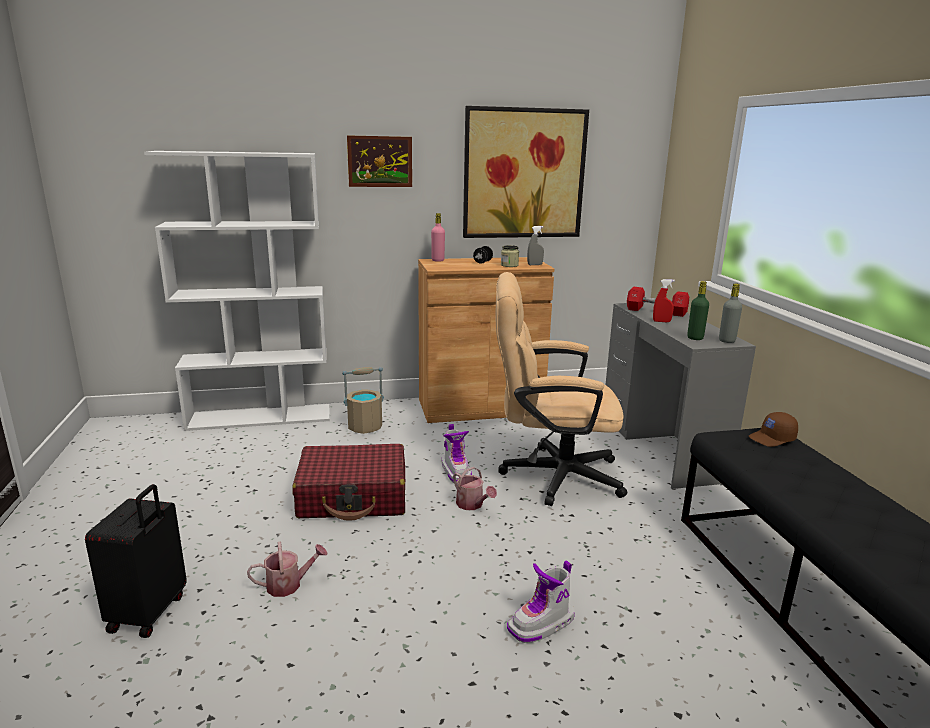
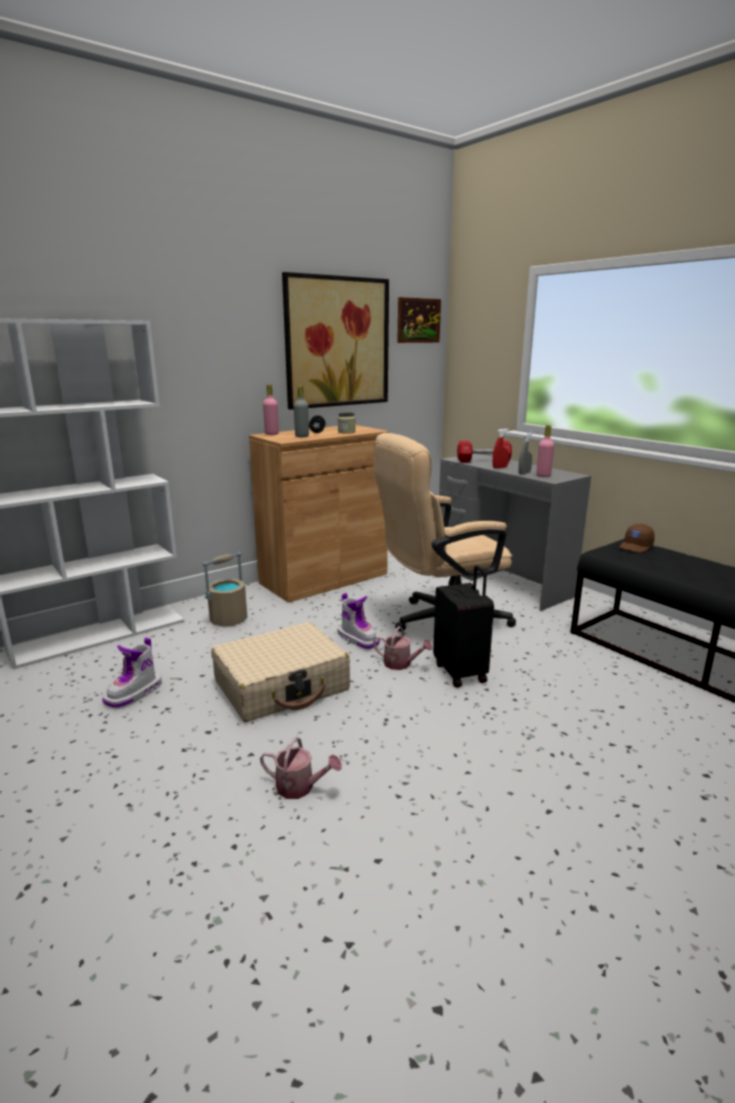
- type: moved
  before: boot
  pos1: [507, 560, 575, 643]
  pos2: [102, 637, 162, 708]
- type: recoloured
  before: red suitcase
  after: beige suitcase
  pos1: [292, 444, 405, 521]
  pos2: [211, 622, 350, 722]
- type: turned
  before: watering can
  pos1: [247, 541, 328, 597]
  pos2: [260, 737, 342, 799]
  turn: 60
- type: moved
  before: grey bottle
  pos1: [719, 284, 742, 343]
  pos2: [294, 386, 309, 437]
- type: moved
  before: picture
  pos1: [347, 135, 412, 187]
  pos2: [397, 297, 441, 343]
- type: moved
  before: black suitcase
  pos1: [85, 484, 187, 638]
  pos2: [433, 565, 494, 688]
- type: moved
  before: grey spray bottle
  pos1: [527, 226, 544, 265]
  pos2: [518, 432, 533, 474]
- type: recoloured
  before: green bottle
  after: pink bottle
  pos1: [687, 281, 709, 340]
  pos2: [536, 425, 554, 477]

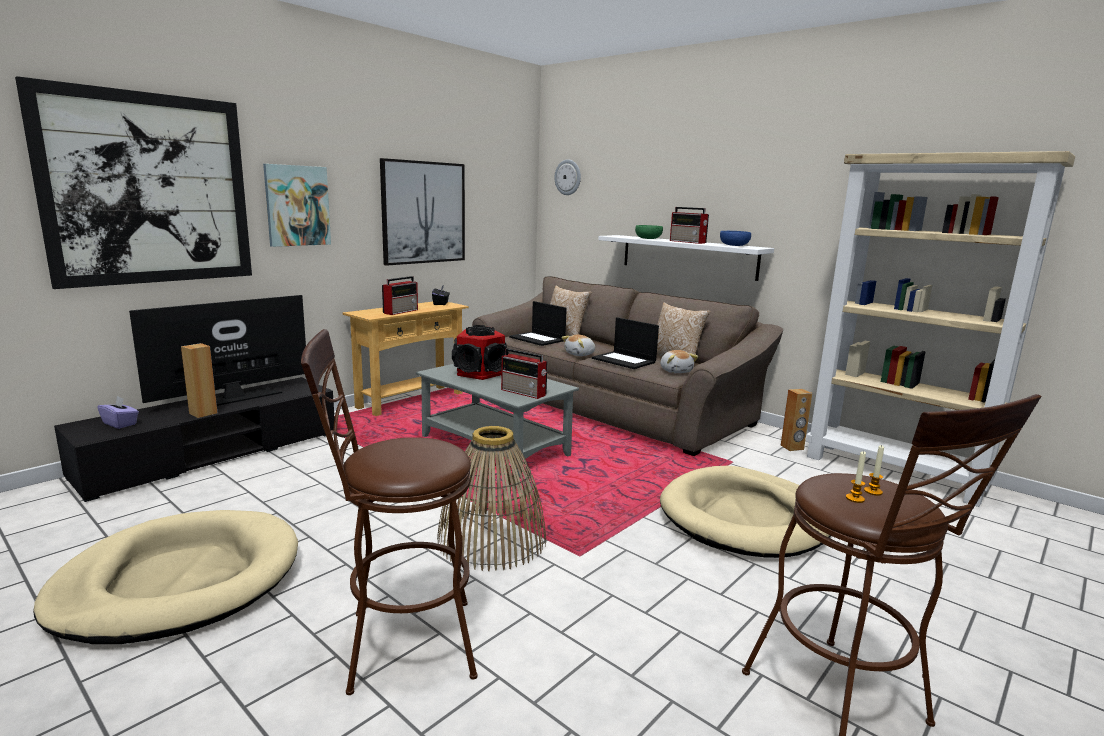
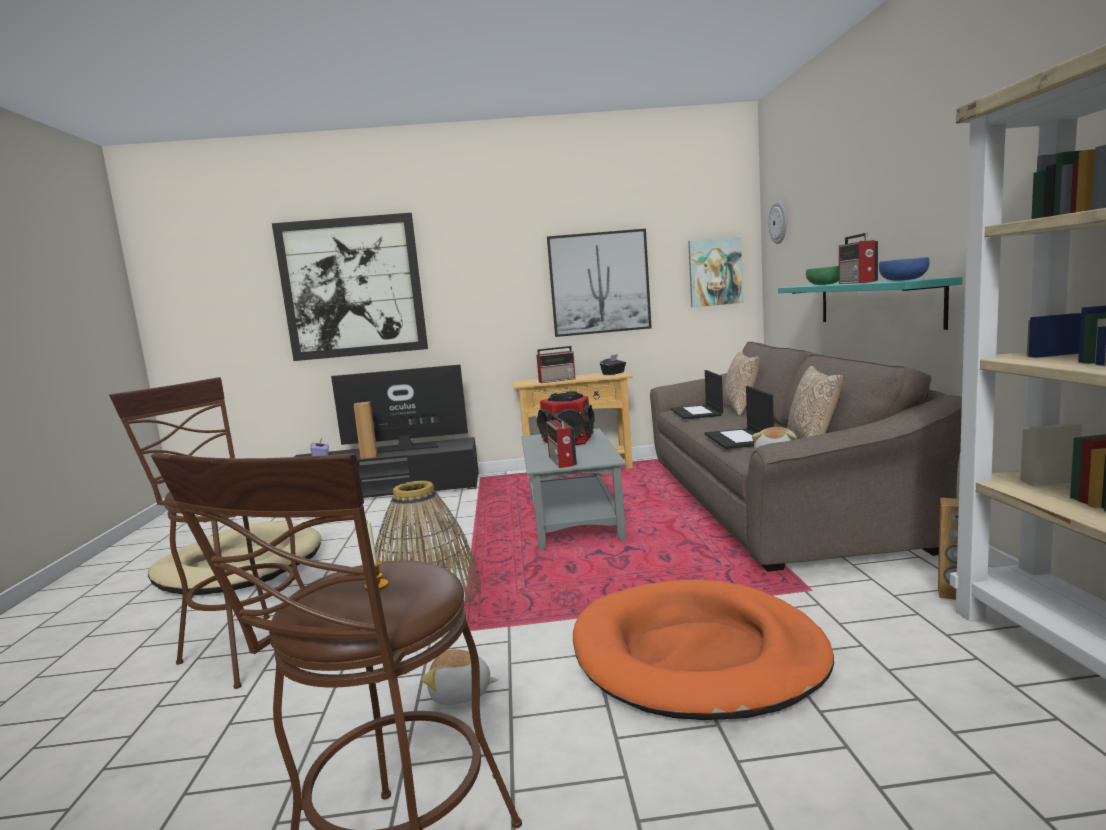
- type: moved
  before: plush toy
  pos1: [562, 335, 595, 356]
  pos2: [422, 649, 498, 705]
- type: recoloured
  before: beige dog bed
  after: orange dog bed
  pos1: [660, 466, 831, 558]
  pos2: [573, 579, 834, 720]
- type: moved
  before: picture
  pos1: [263, 164, 331, 247]
  pos2: [688, 237, 743, 307]
- type: recoloured
  before: white shelf
  after: turquoise shelf
  pos1: [598, 235, 774, 281]
  pos2: [778, 277, 963, 330]
- type: removed
  before: candle
  pos1: [846, 451, 866, 503]

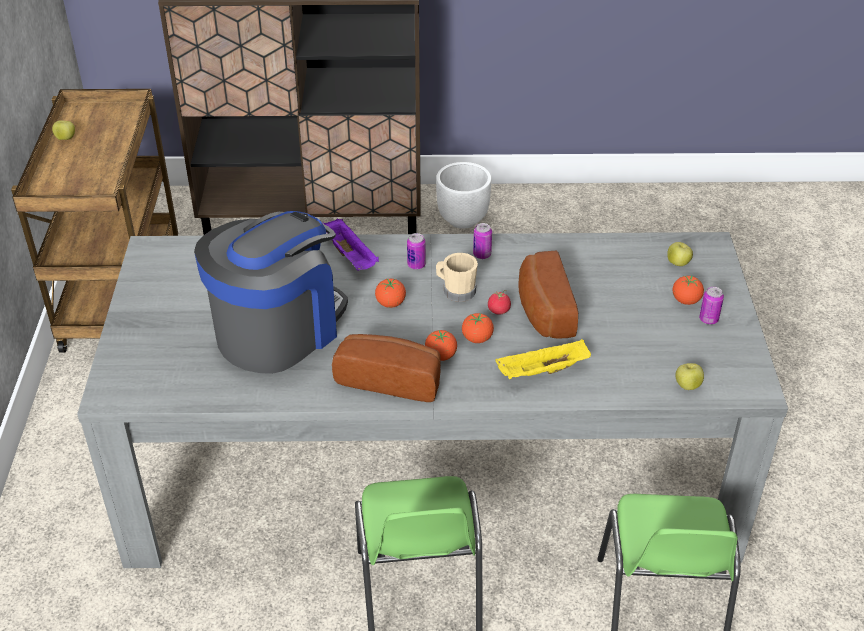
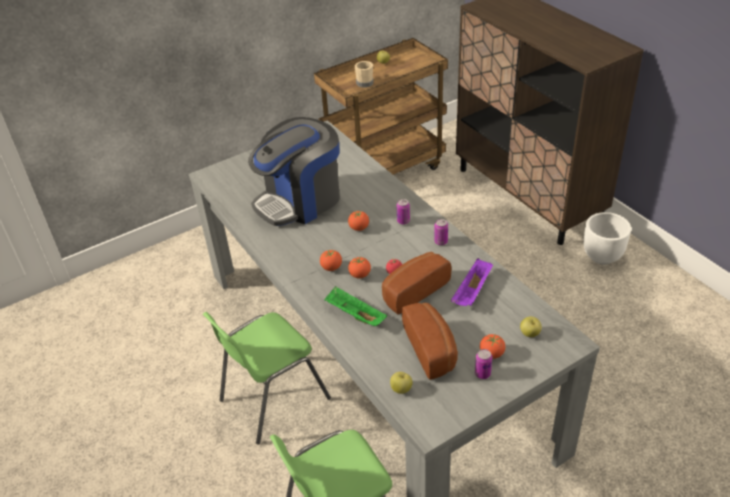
- type: turned
  before: coffee machine
  pos1: [194, 211, 348, 374]
  pos2: [248, 117, 340, 226]
  turn: 135
- type: recoloured
  before: yellow tray
  after: green tray
  pos1: [496, 339, 591, 379]
  pos2: [324, 286, 387, 326]
- type: moved
  before: beige mug
  pos1: [436, 253, 478, 302]
  pos2: [355, 61, 374, 88]
- type: moved
  before: bread
  pos1: [332, 334, 441, 402]
  pos2: [402, 303, 458, 380]
- type: moved
  before: purple tray
  pos1: [323, 219, 379, 270]
  pos2: [451, 258, 493, 306]

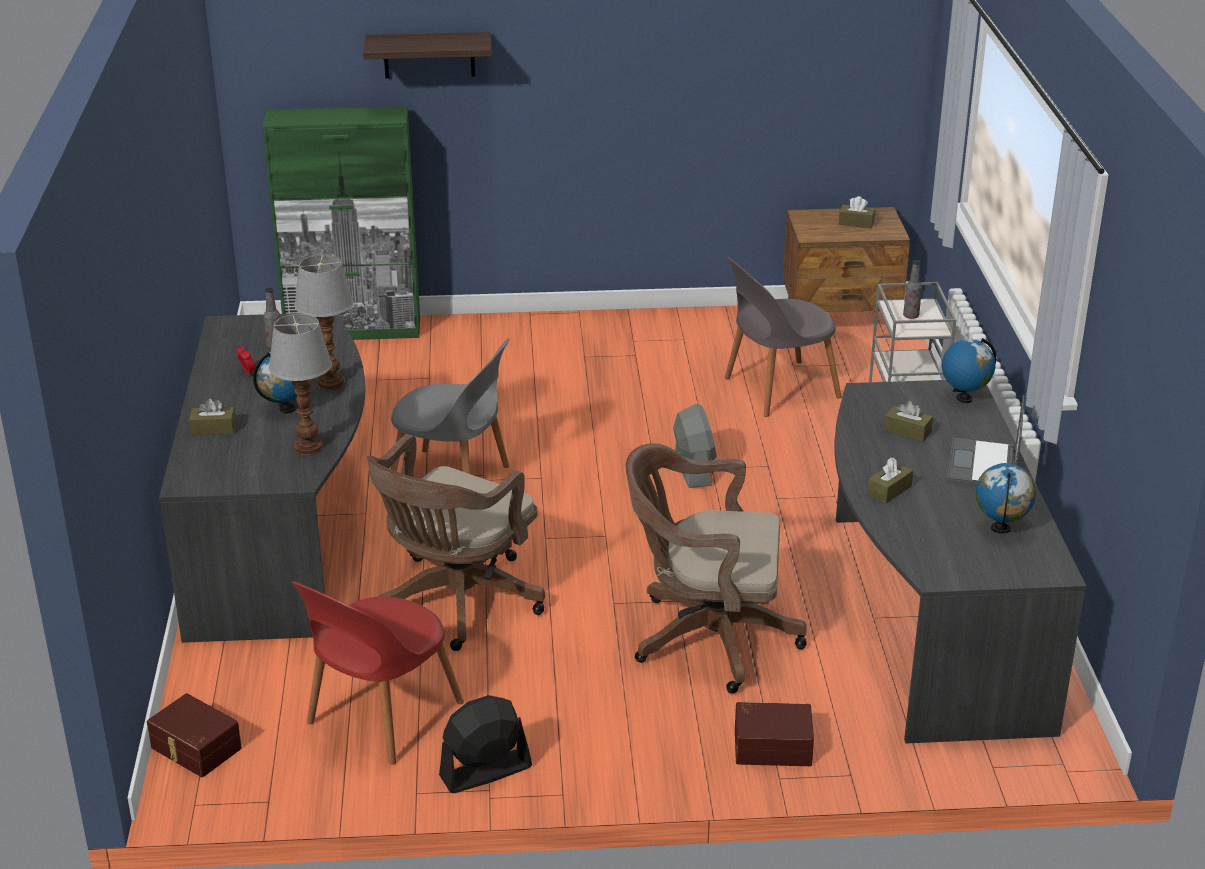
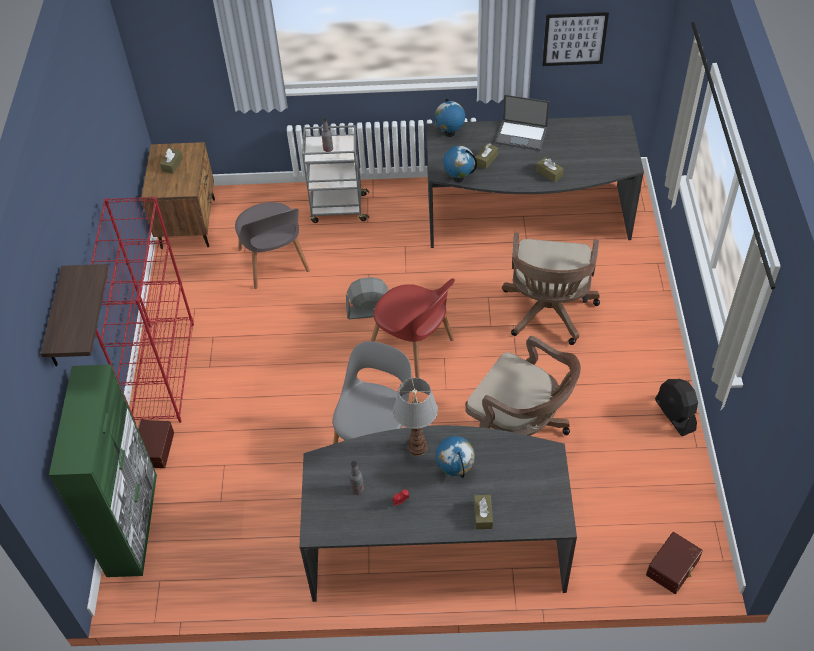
- type: added
  after: red bookcase
  pos2: [91, 196, 194, 424]
- type: moved
  before: brown storage box
  pos1: [735, 702, 814, 766]
  pos2: [138, 420, 174, 468]
- type: moved
  before: red chair
  pos1: [292, 581, 464, 765]
  pos2: [371, 278, 455, 378]
- type: moved
  before: globe
  pos1: [976, 463, 1036, 534]
  pos2: [443, 146, 477, 183]
- type: added
  after: picture
  pos2: [542, 12, 609, 66]
- type: removed
  before: table lamp
  pos1: [269, 314, 332, 456]

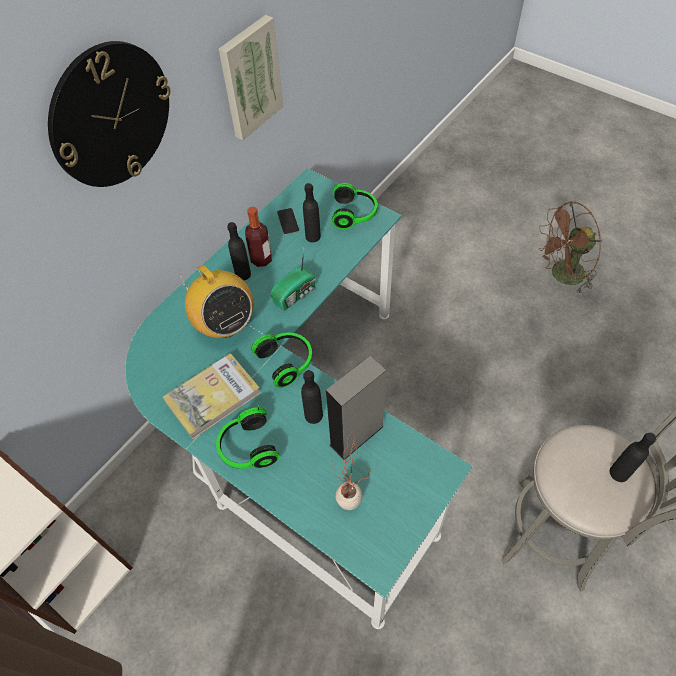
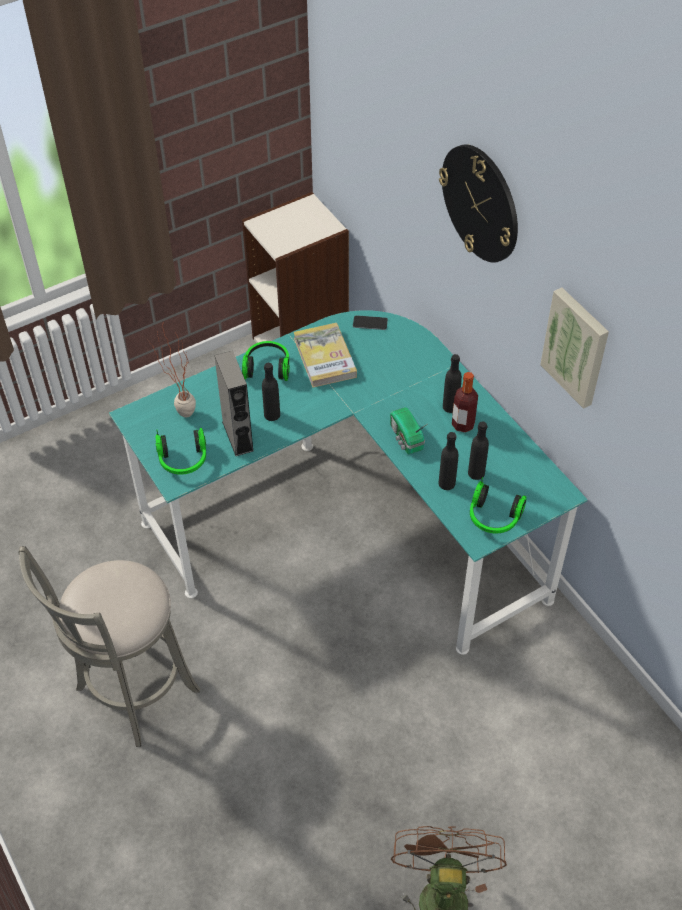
- type: moved
  before: headphones
  pos1: [251, 333, 312, 388]
  pos2: [155, 428, 206, 475]
- type: moved
  before: phone
  pos1: [277, 208, 299, 235]
  pos2: [353, 315, 388, 330]
- type: moved
  before: black bottle
  pos1: [610, 433, 656, 482]
  pos2: [438, 432, 458, 490]
- type: removed
  before: radio
  pos1: [179, 265, 254, 338]

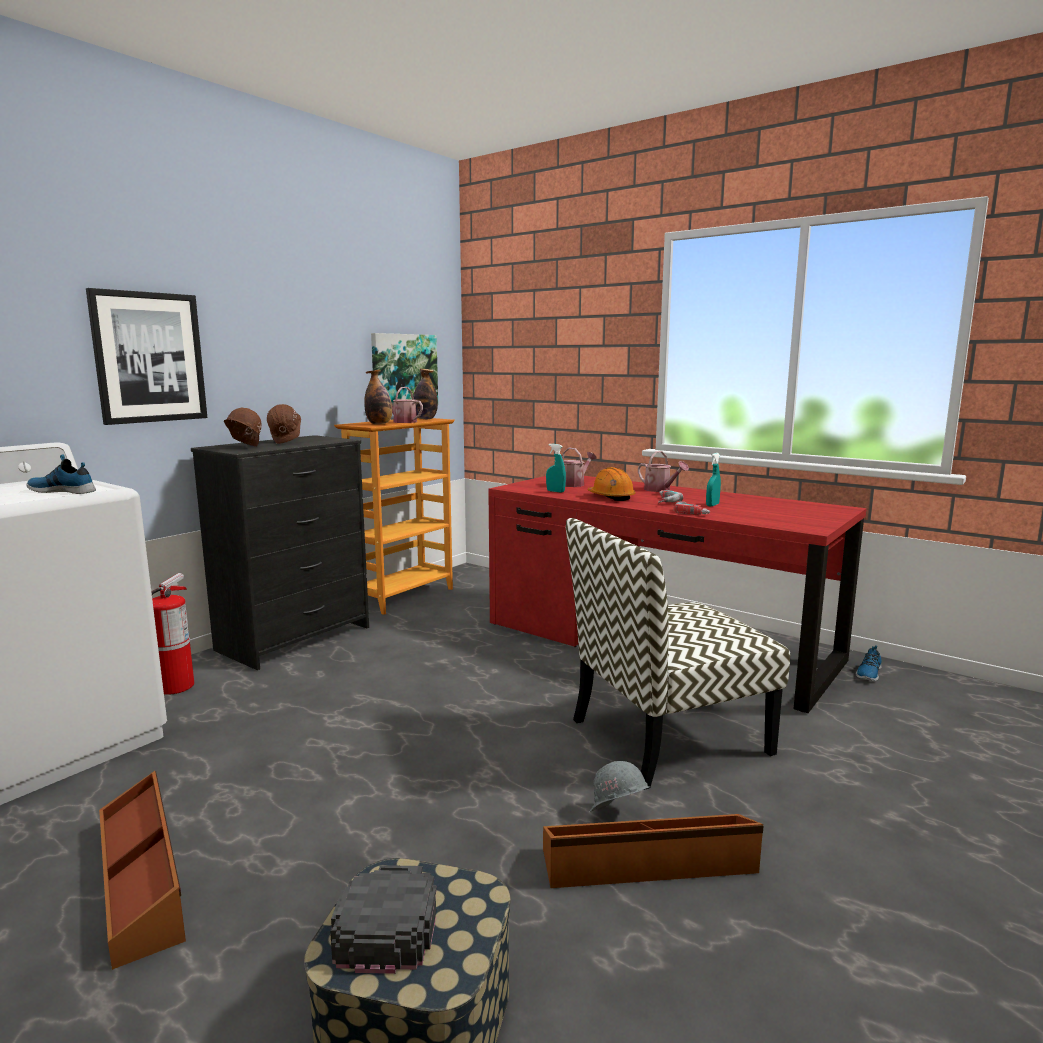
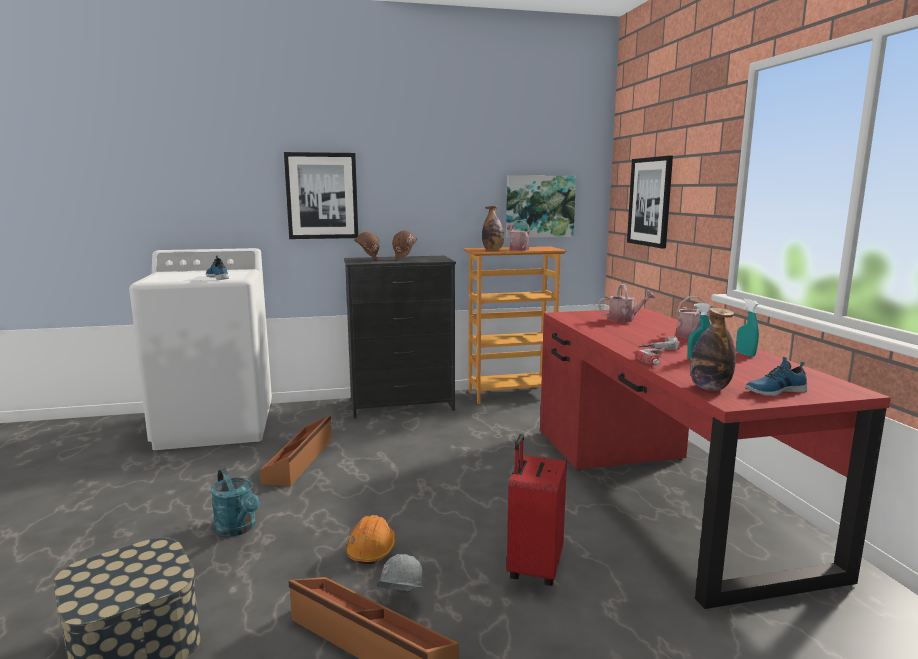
- type: added
  after: turquoise watering can
  pos2: [211, 468, 260, 536]
- type: moved
  before: brown storage box
  pos1: [99, 771, 186, 970]
  pos2: [260, 415, 332, 486]
- type: moved
  before: orange hard hat
  pos1: [587, 467, 636, 501]
  pos2: [346, 515, 395, 564]
- type: replaced
  before: chair
  after: red suitcase
  pos1: [566, 518, 790, 790]
  pos2: [507, 434, 567, 586]
- type: added
  after: picture
  pos2: [627, 156, 673, 248]
- type: moved
  before: bottle
  pos1: [413, 369, 438, 419]
  pos2: [690, 308, 736, 391]
- type: moved
  before: turquoise spray bottle
  pos1: [546, 444, 566, 493]
  pos2: [736, 299, 759, 357]
- type: moved
  before: shoe
  pos1: [856, 645, 882, 681]
  pos2: [745, 357, 808, 396]
- type: removed
  before: fire extinguisher
  pos1: [151, 573, 194, 695]
- type: removed
  before: black cap
  pos1: [330, 865, 437, 974]

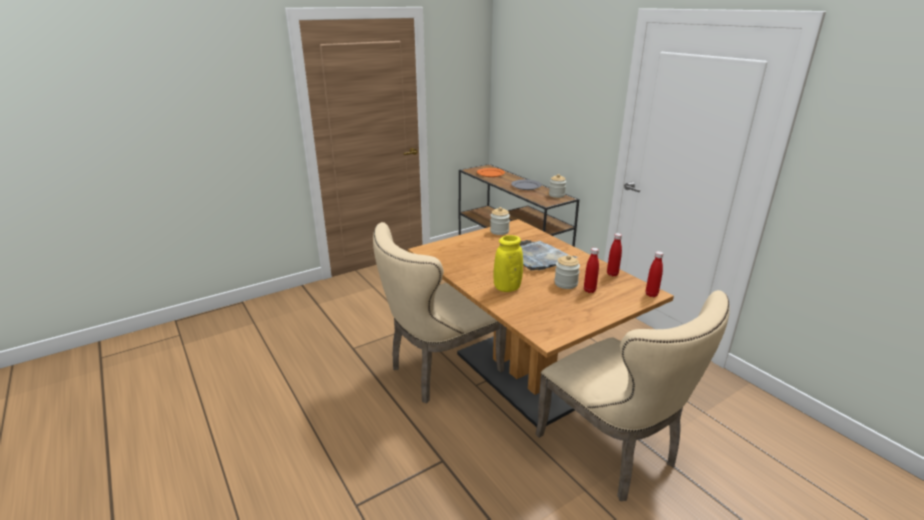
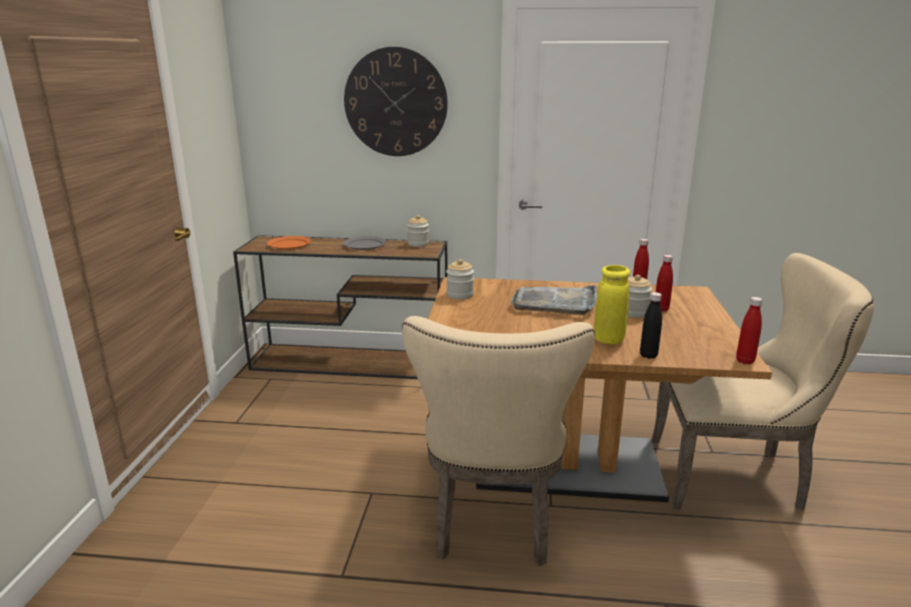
- type: added
  after: wall clock
  pos2: [344, 47, 448, 156]
- type: added
  after: black bottle
  pos2: [640, 292, 662, 359]
- type: moved
  before: red bottle
  pos1: [646, 251, 663, 297]
  pos2: [736, 297, 763, 365]

